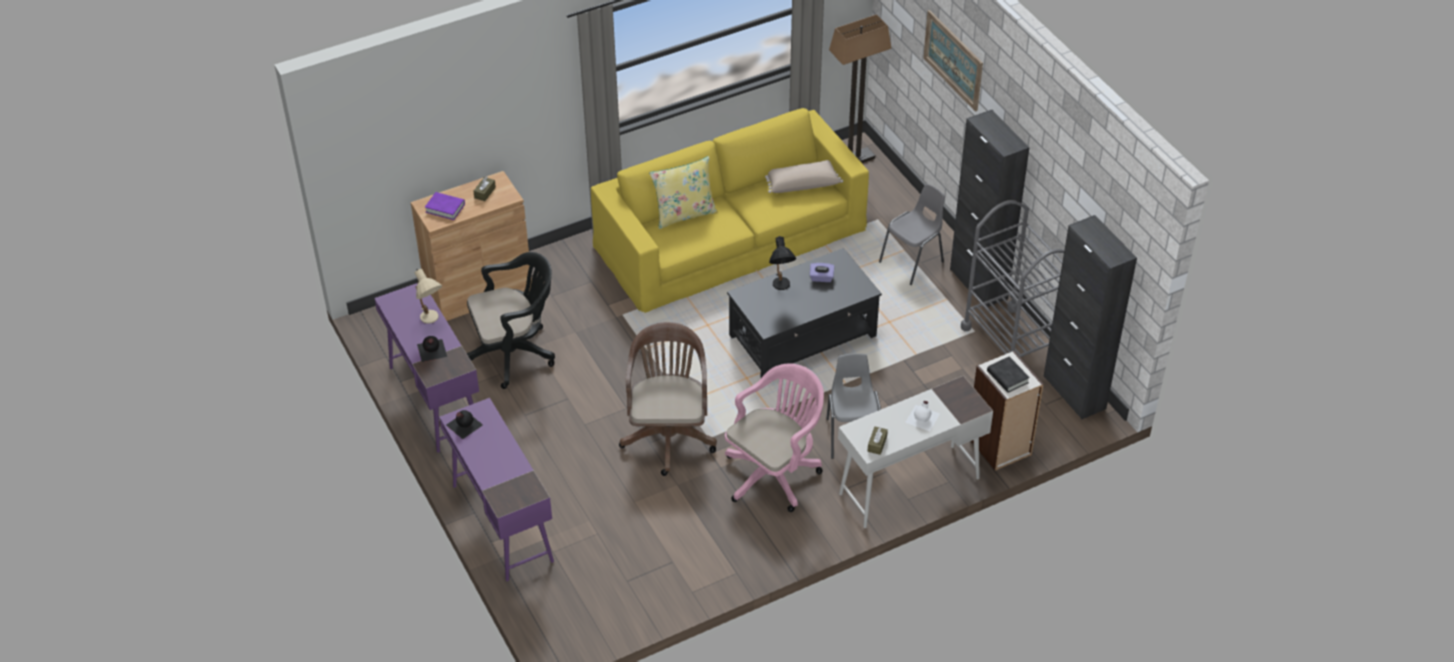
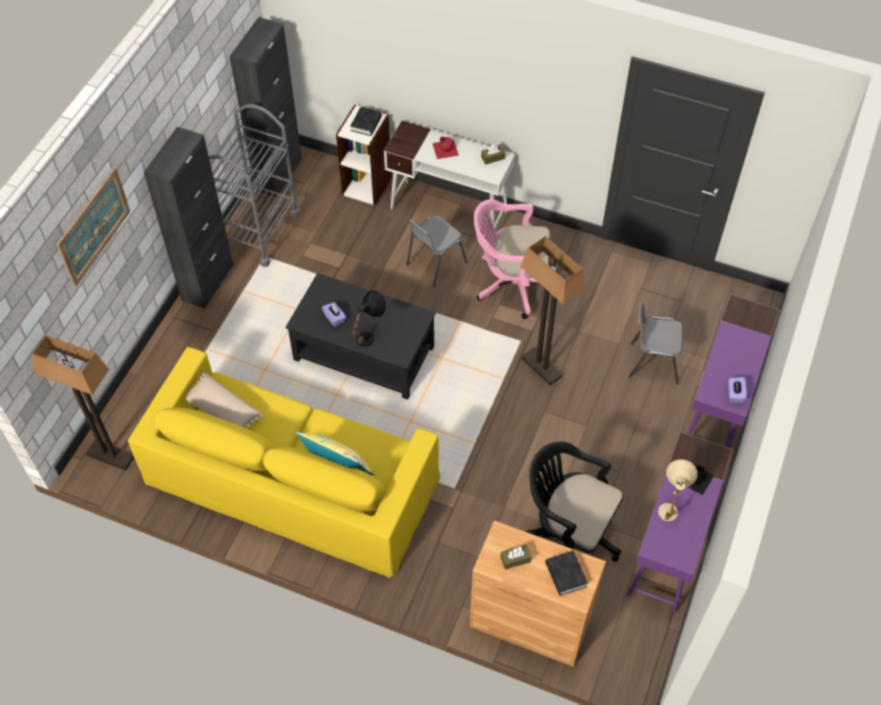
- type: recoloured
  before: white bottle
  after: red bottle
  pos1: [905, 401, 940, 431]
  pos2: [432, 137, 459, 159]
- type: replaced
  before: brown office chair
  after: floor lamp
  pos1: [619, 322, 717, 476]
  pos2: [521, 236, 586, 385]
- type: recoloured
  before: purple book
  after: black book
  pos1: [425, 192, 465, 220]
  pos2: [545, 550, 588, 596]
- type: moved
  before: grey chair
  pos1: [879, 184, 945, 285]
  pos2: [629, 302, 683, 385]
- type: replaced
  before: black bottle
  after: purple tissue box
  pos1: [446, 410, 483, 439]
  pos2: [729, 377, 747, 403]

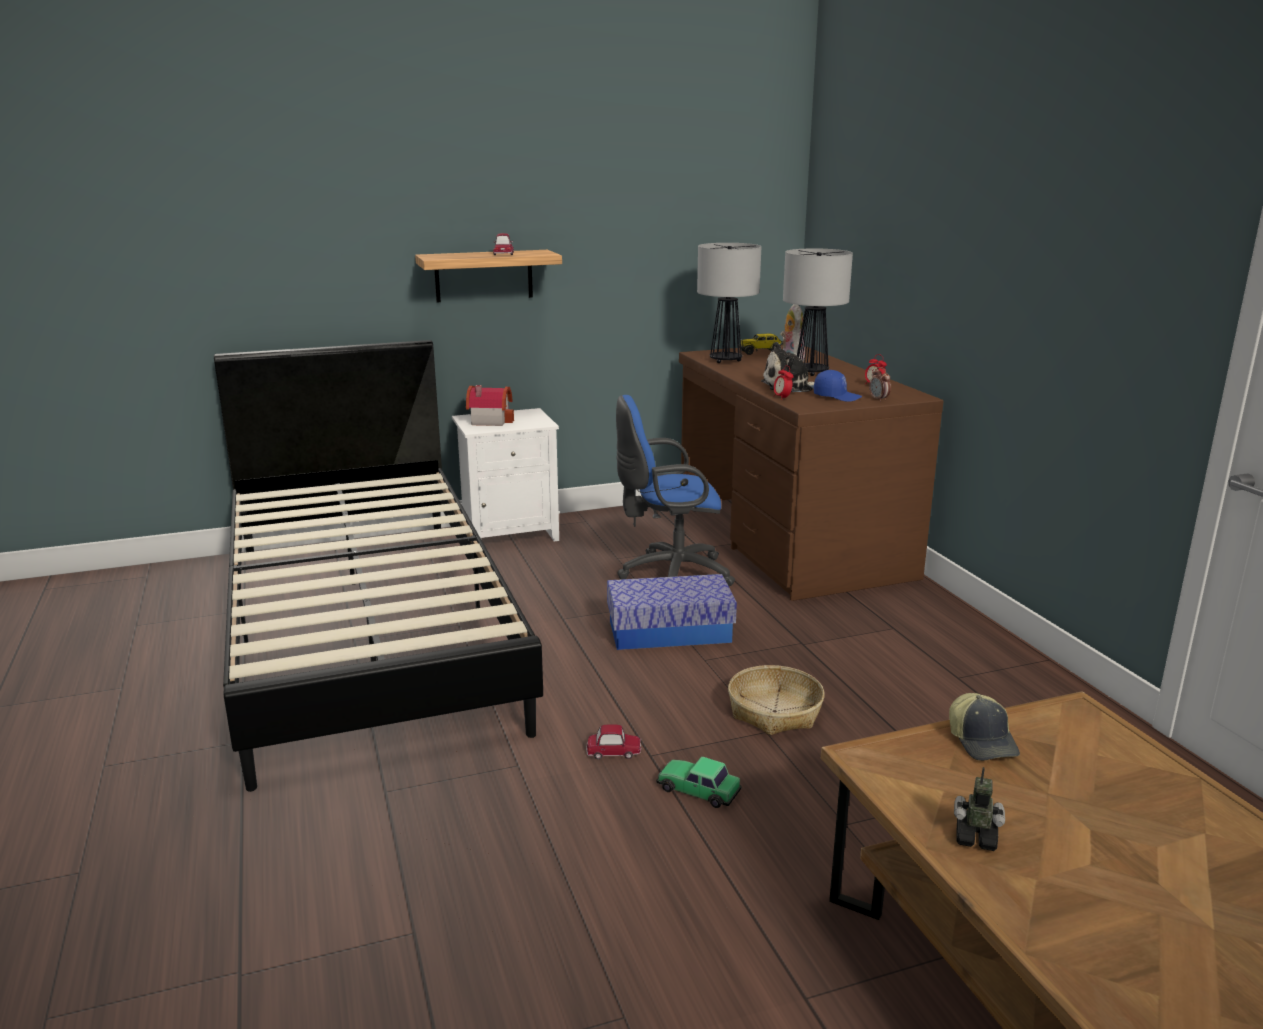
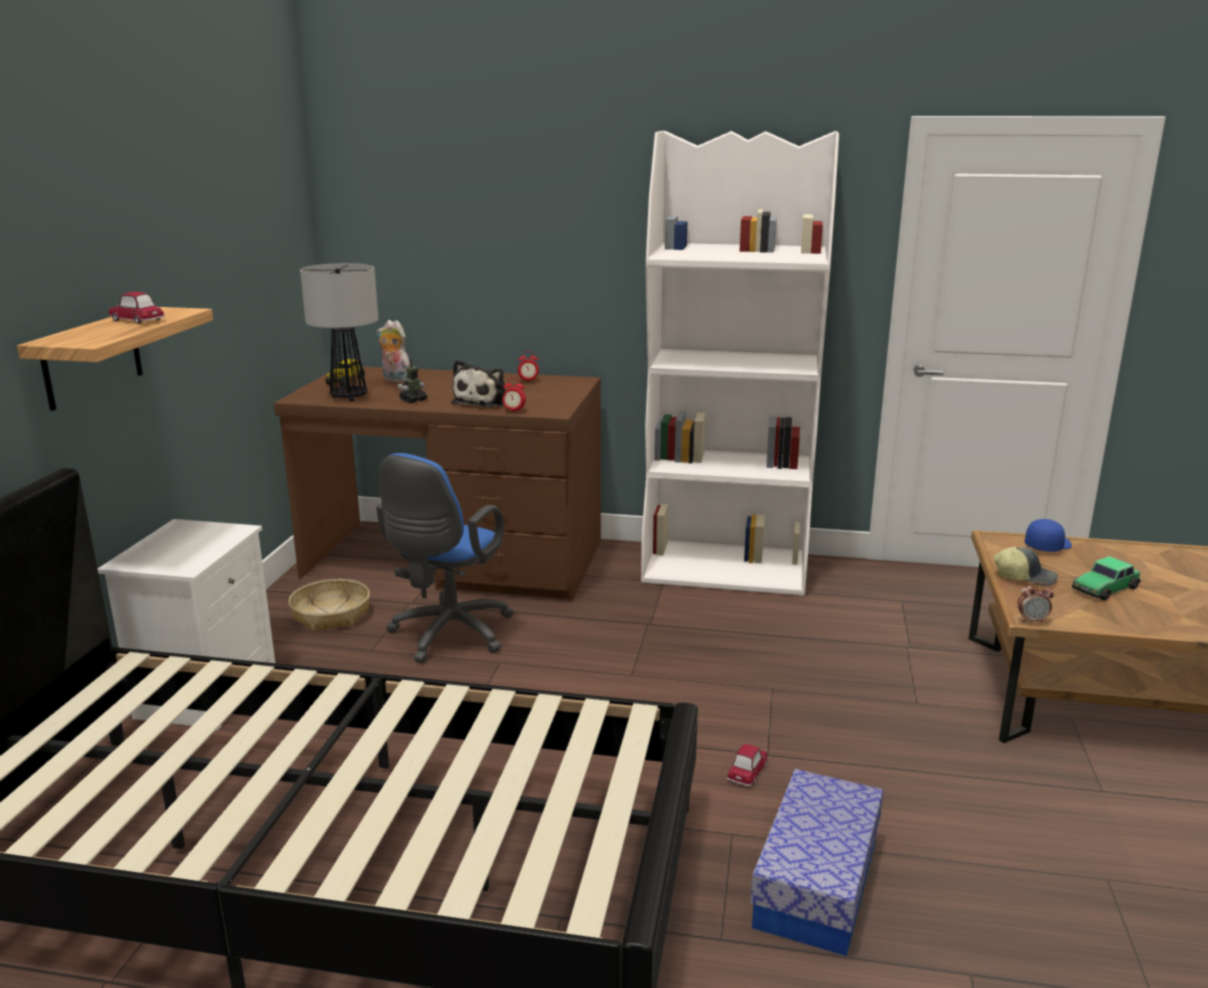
- type: moved
  before: basket
  pos1: [728, 665, 825, 735]
  pos2: [288, 579, 370, 632]
- type: moved
  before: toy robot
  pos1: [954, 767, 1005, 851]
  pos2: [397, 359, 427, 403]
- type: added
  after: white bookcase
  pos2: [641, 131, 839, 596]
- type: moved
  before: storage box
  pos1: [607, 574, 737, 650]
  pos2: [750, 769, 884, 956]
- type: moved
  before: alarm clock
  pos1: [869, 367, 891, 402]
  pos2: [1017, 582, 1054, 623]
- type: moved
  before: blue cap
  pos1: [814, 370, 862, 402]
  pos2: [1025, 519, 1072, 552]
- type: moved
  before: toy car
  pos1: [657, 757, 742, 808]
  pos2: [1072, 556, 1141, 601]
- type: removed
  before: toy house
  pos1: [466, 385, 514, 426]
- type: removed
  before: table lamp
  pos1: [783, 248, 853, 376]

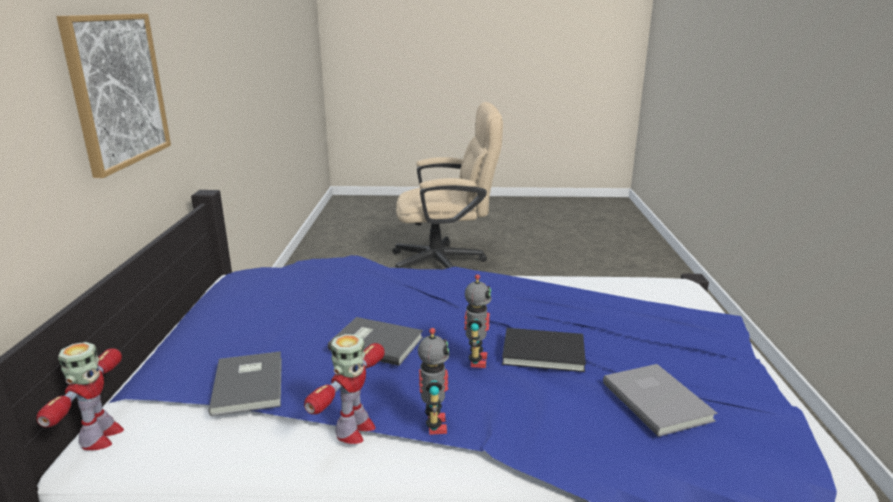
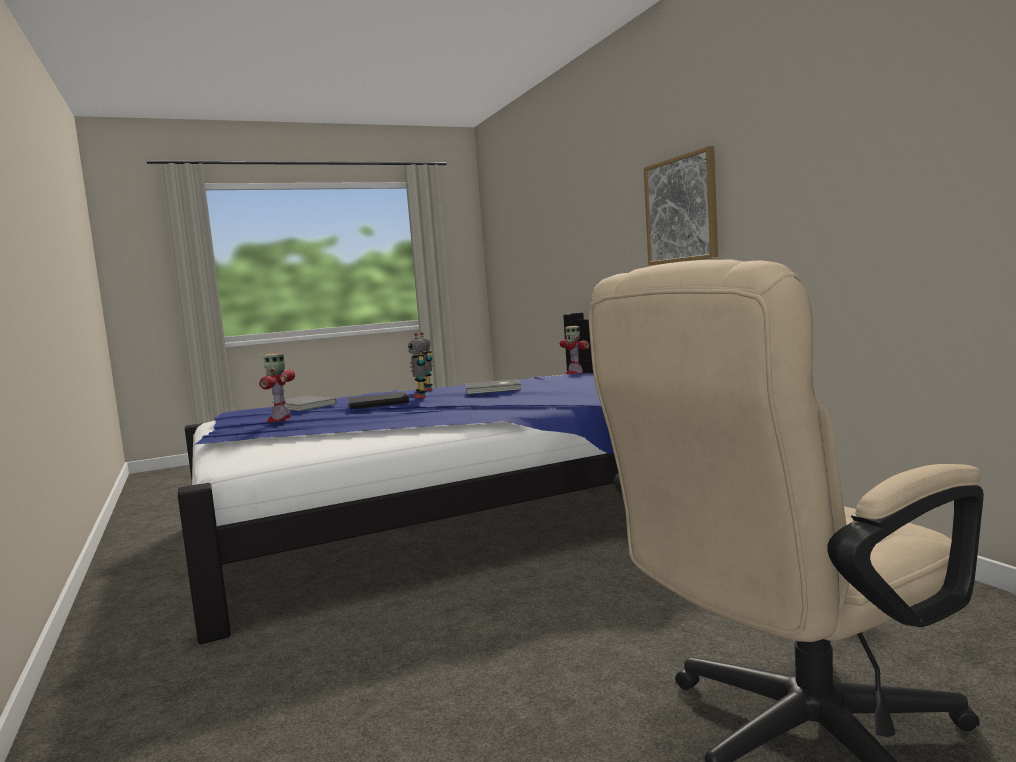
- type: moved
  before: toy robot
  pos1: [304, 334, 385, 444]
  pos2: [259, 353, 295, 422]
- type: removed
  before: grey book
  pos1: [209, 351, 282, 416]

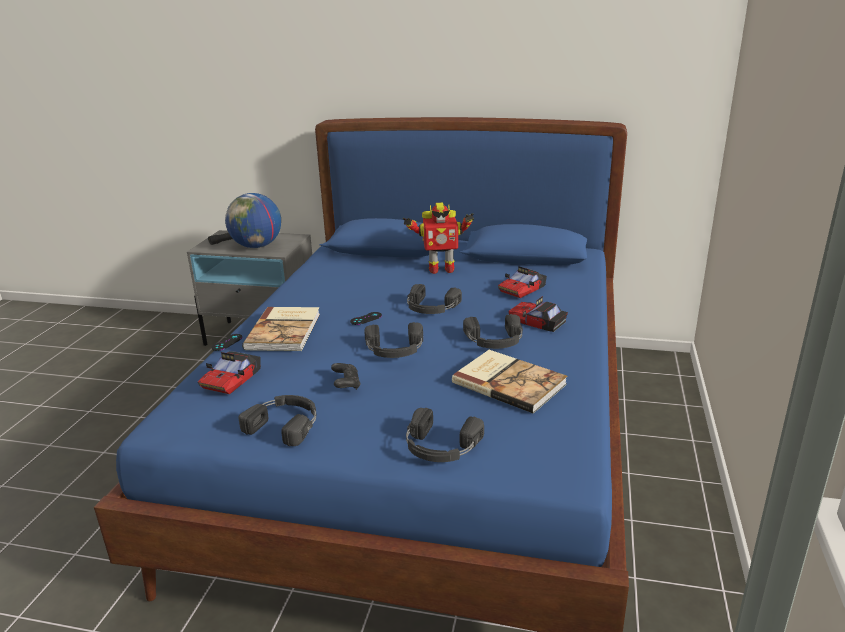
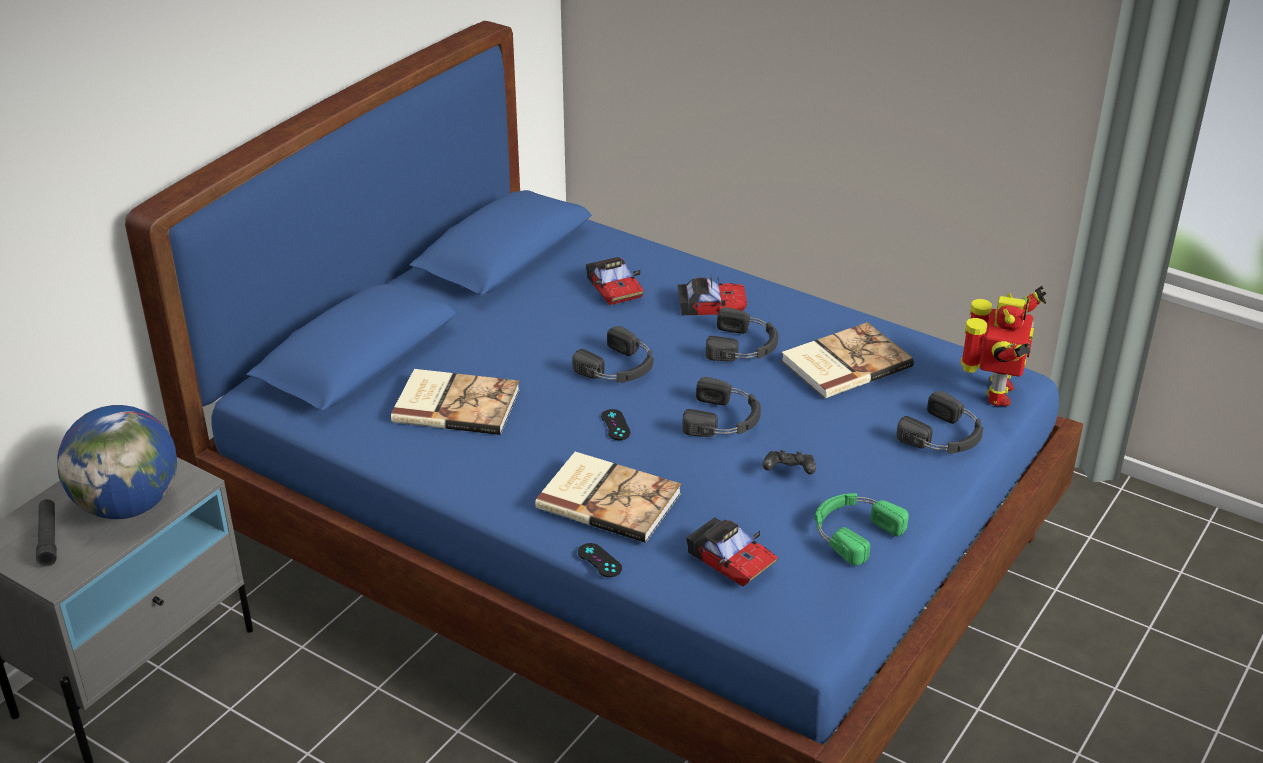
- type: added
  after: book
  pos2: [391, 369, 520, 435]
- type: turned
  before: toy car
  pos1: [508, 296, 568, 332]
  pos2: [678, 278, 747, 315]
  turn: -150
- type: recoloured
  before: black headphones
  after: green headphones
  pos1: [239, 395, 316, 446]
  pos2: [815, 493, 909, 565]
- type: moved
  before: toy robot
  pos1: [403, 203, 474, 274]
  pos2: [961, 286, 1046, 406]

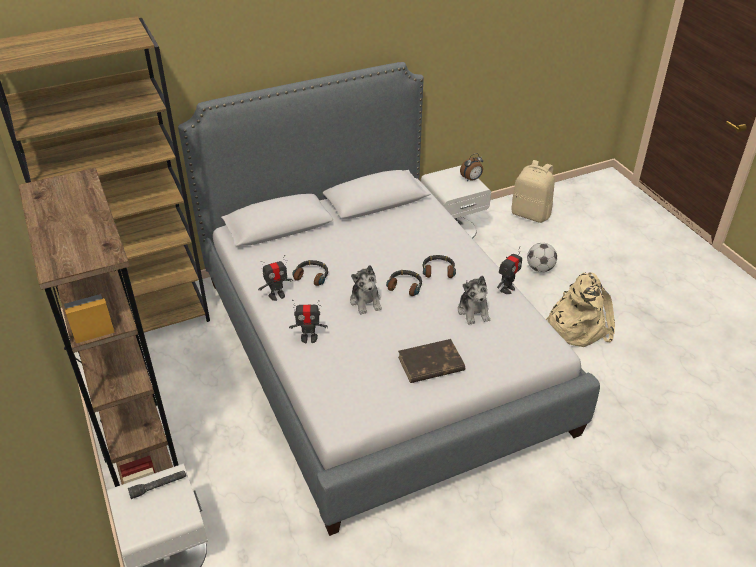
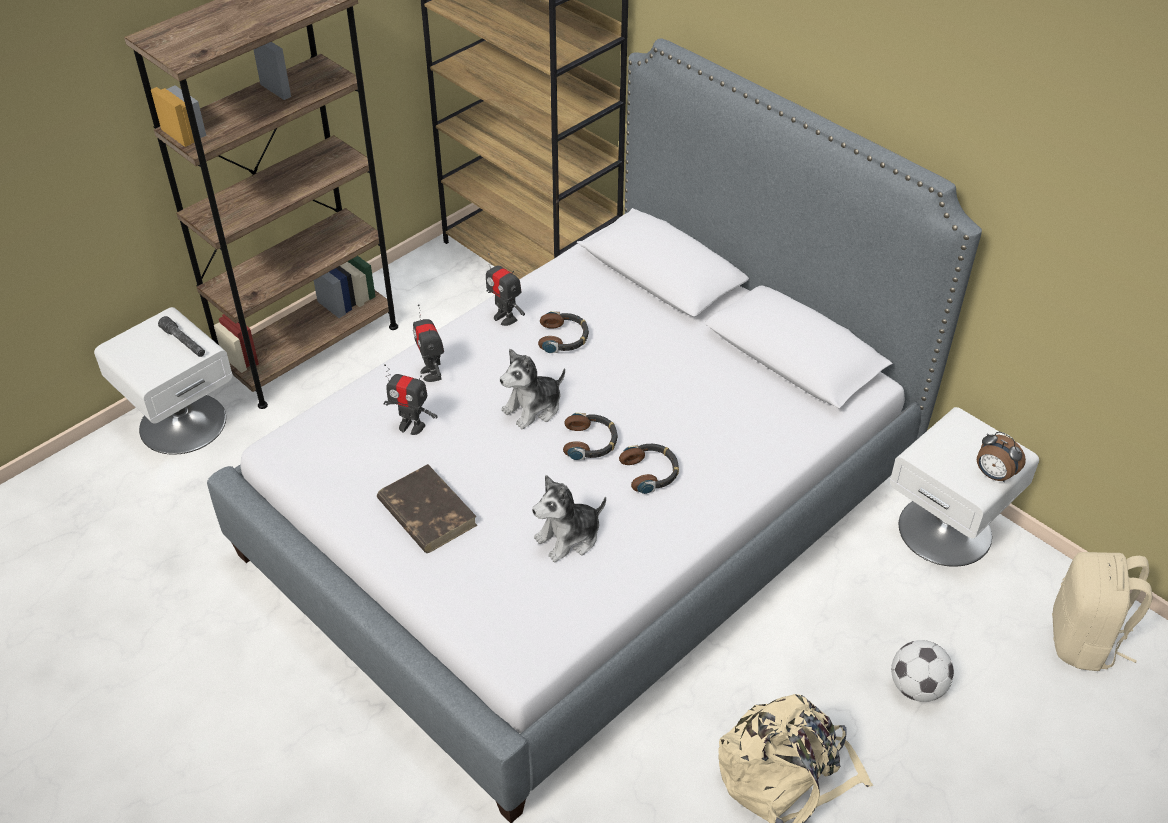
- type: moved
  before: toy robot
  pos1: [497, 250, 522, 294]
  pos2: [383, 364, 438, 435]

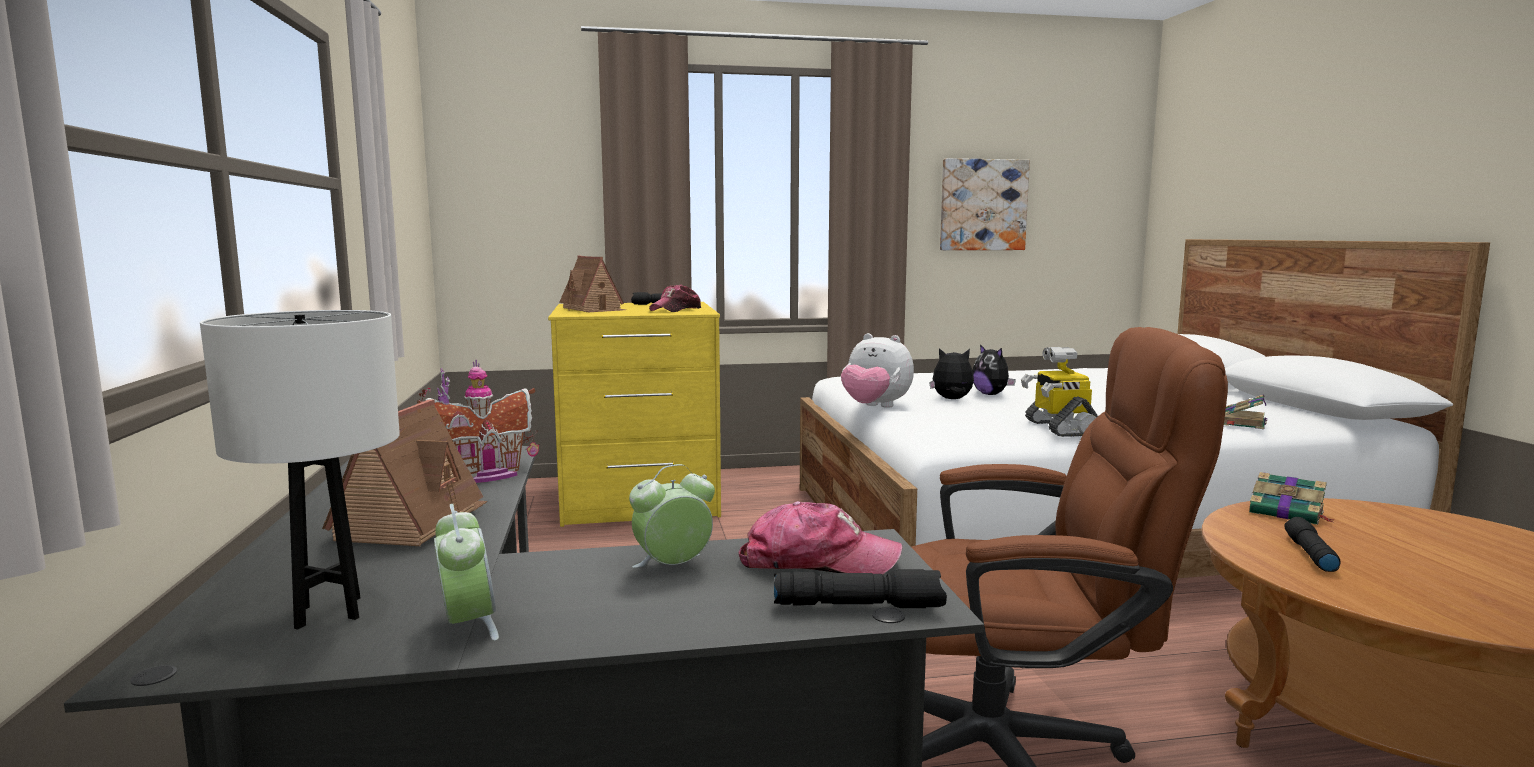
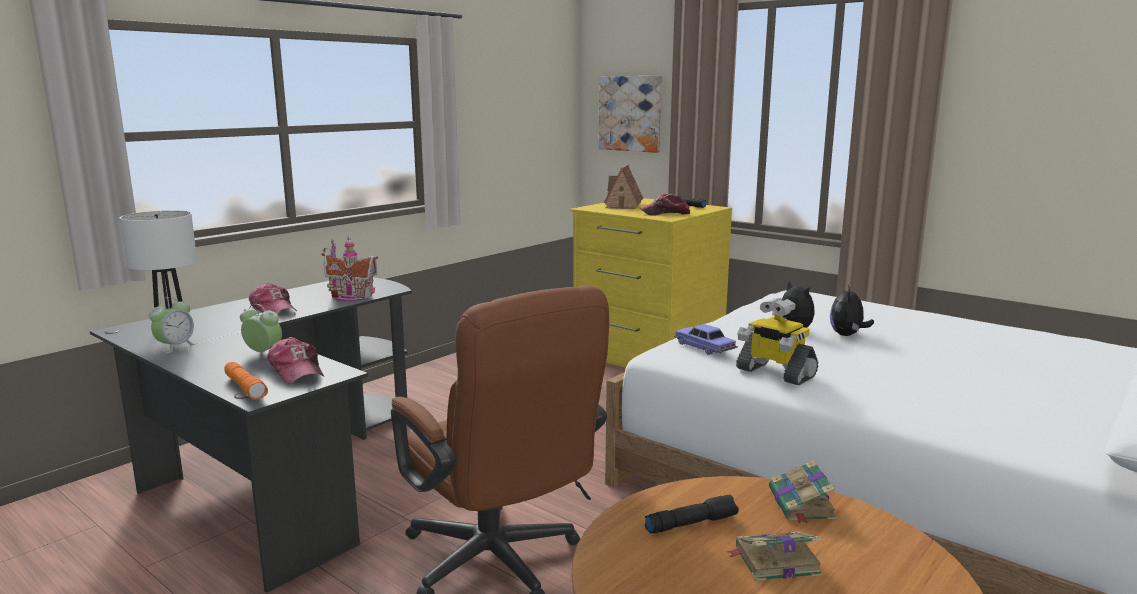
- type: recoloured
  before: black flashlight
  after: orange flashlight
  pos1: [774, 569, 947, 608]
  pos2: [225, 362, 268, 399]
- type: replaced
  before: toy house
  after: cap
  pos1: [322, 399, 487, 546]
  pos2: [249, 283, 297, 313]
- type: moved
  before: picture
  pos1: [940, 158, 1030, 250]
  pos2: [598, 76, 662, 153]
- type: added
  after: toy car
  pos2: [674, 324, 738, 355]
- type: moved
  before: book
  pos1: [1224, 395, 1267, 429]
  pos2: [726, 531, 823, 581]
- type: turned
  before: toy robot
  pos1: [1021, 347, 1098, 437]
  pos2: [736, 298, 818, 385]
  turn: -90
- type: removed
  before: plush toy
  pos1: [841, 333, 914, 408]

